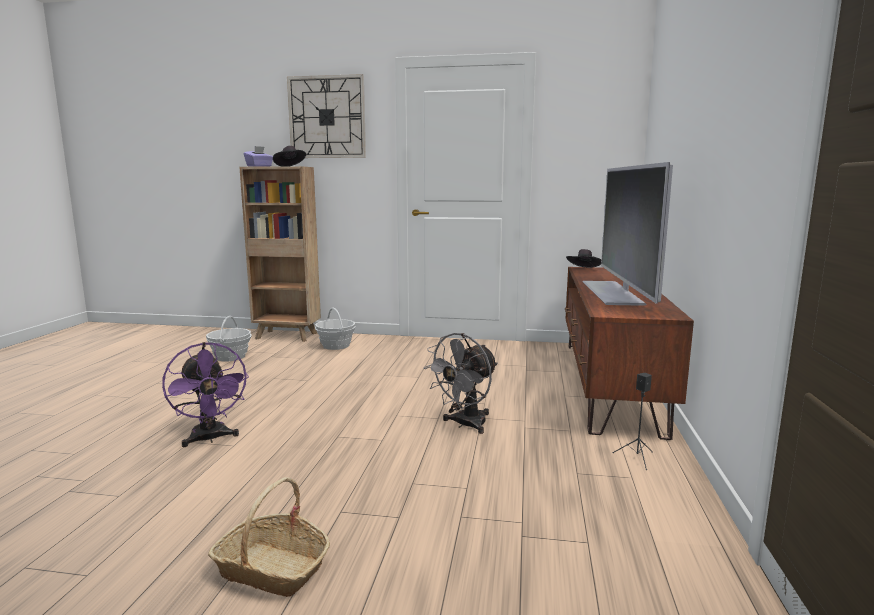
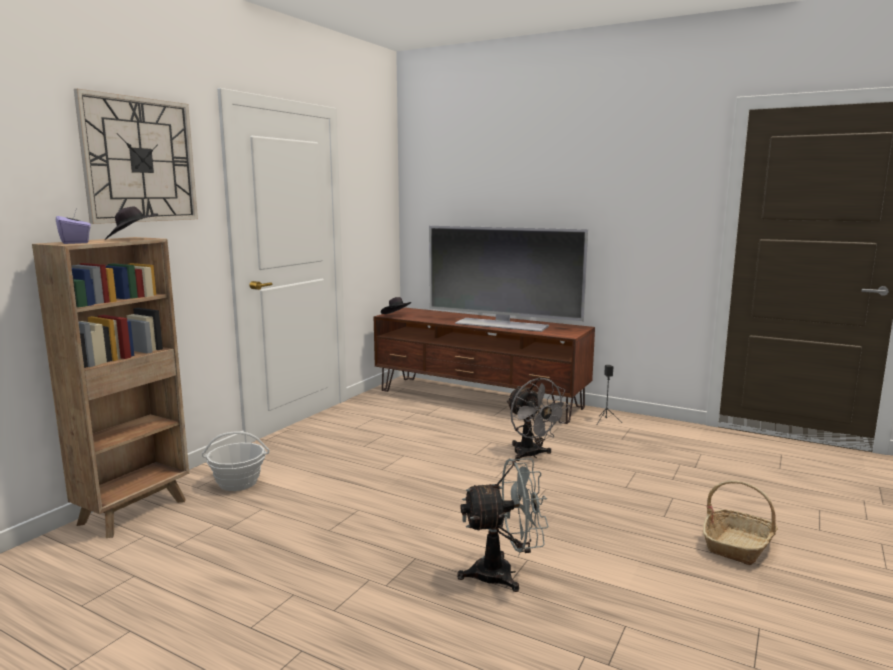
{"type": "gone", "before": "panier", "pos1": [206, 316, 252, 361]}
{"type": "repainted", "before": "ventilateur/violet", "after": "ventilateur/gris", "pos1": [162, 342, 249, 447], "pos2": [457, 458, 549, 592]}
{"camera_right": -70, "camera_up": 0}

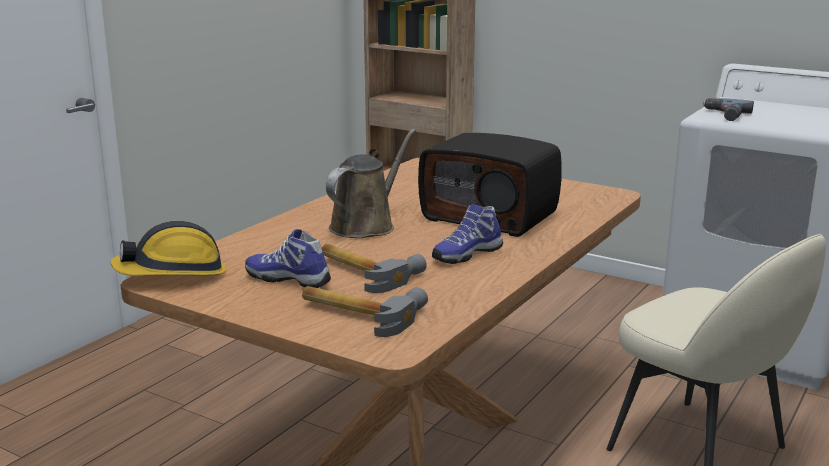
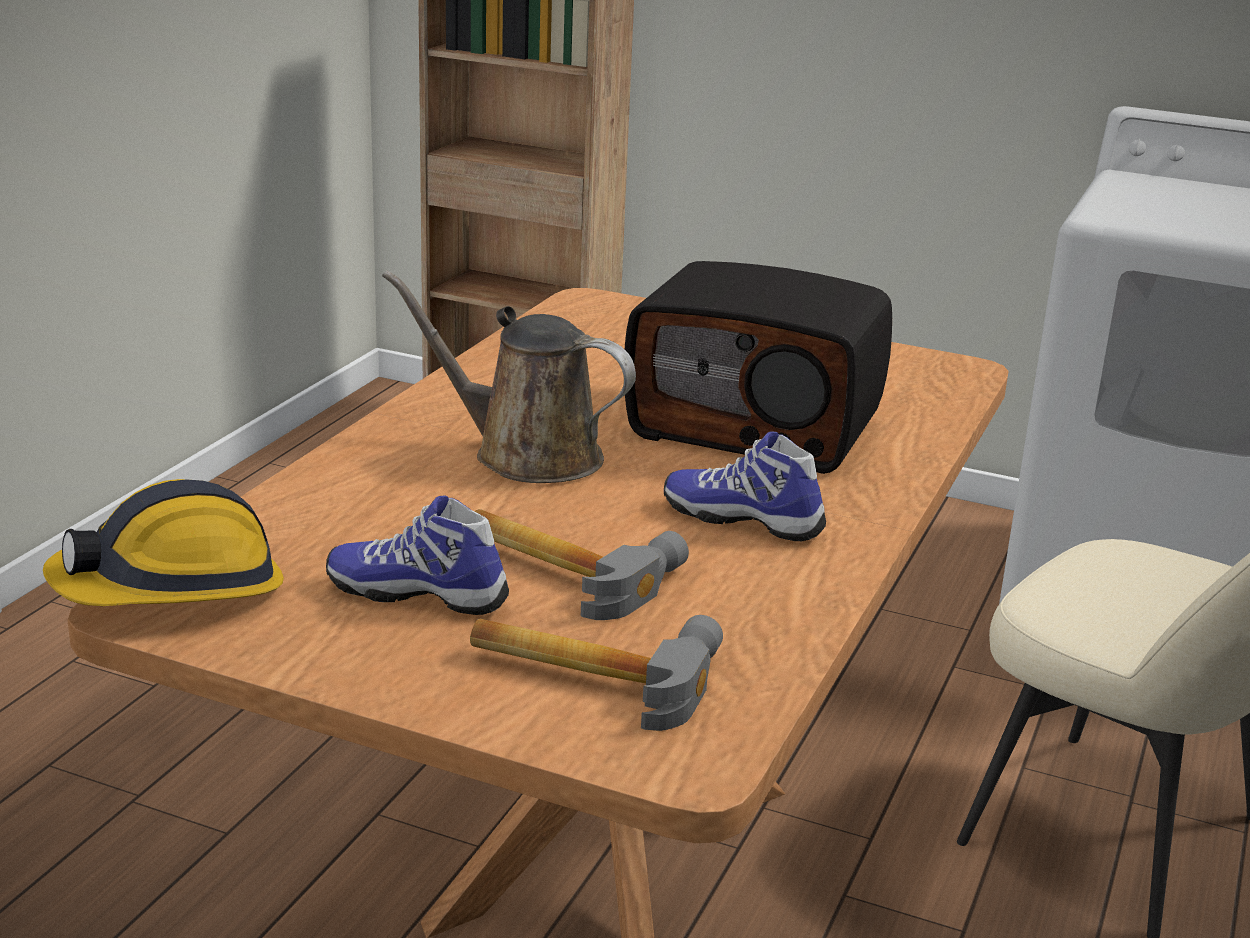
{"type": "gone", "before": "perceuse", "pos1": [702, 98, 754, 121]}
{"type": "rotated", "before": "arrosoir/marron", "pos1": [326, 129, 416, 238], "pos2": [382, 270, 636, 483], "turn": -90}
{"type": "rotated", "before": "chaussure", "pos1": [432, 204, 503, 264], "pos2": [664, 431, 826, 541], "turn": 75}
{"camera_right": -10, "camera_up": 5}

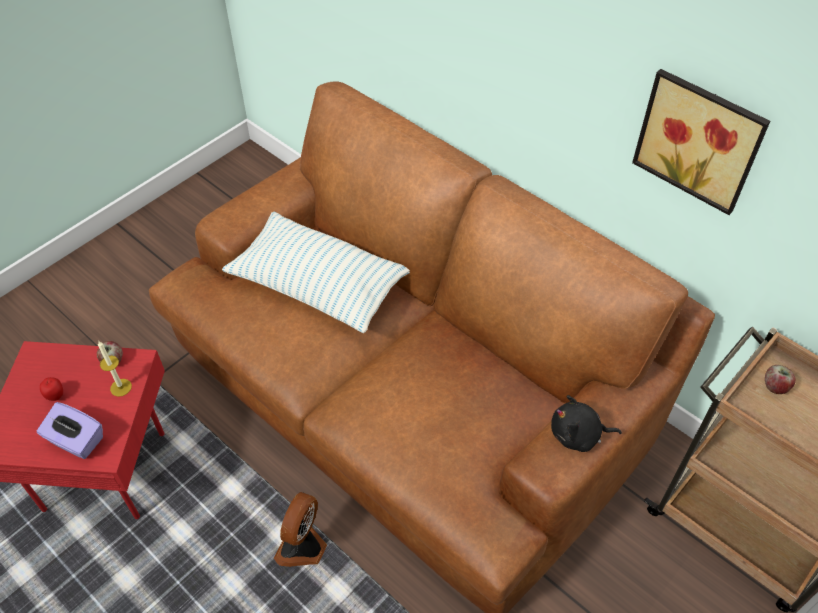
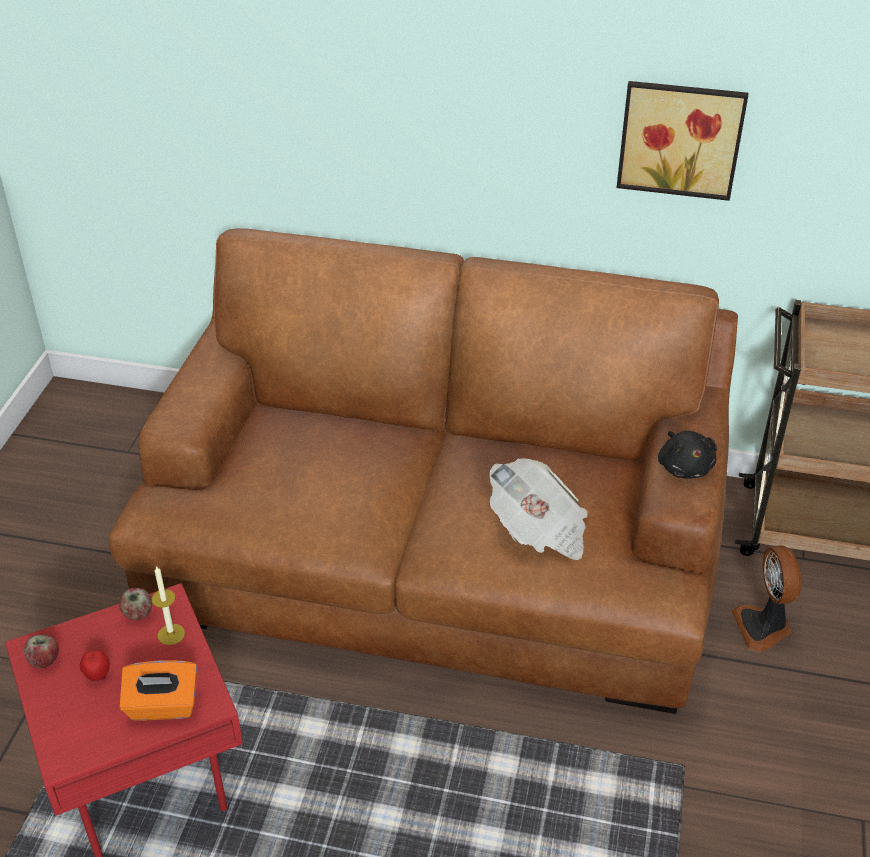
{"type": "gone", "before": "coussin", "pos1": [222, 212, 410, 333]}
{"type": "new", "after": "journal", "pos2": [489, 458, 587, 560]}
{"type": "shifted", "before": "ventilateur", "pos1": [274, 492, 327, 567], "pos2": [731, 545, 801, 652]}
{"type": "shifted", "before": "pomme", "pos1": [765, 365, 796, 394], "pos2": [24, 634, 59, 668]}
{"type": "repainted", "before": "boîte à mouchoirs/violet", "after": "boîte à mouchoirs/orange", "pos1": [37, 402, 103, 459], "pos2": [120, 660, 198, 721]}
{"type": "rotated", "before": "peluche/noir", "pos1": [551, 395, 622, 452], "pos2": [658, 431, 717, 479], "turn": -75}
{"camera_right": -30, "camera_up": -10}

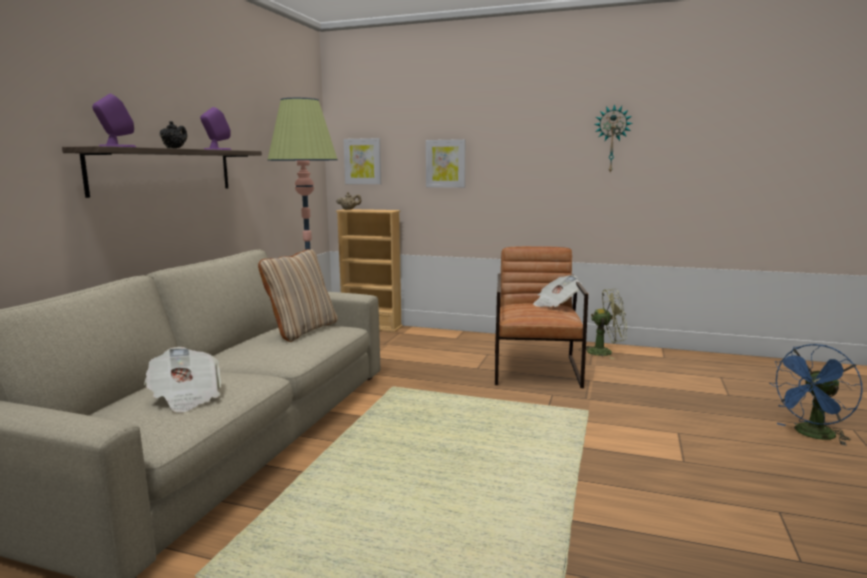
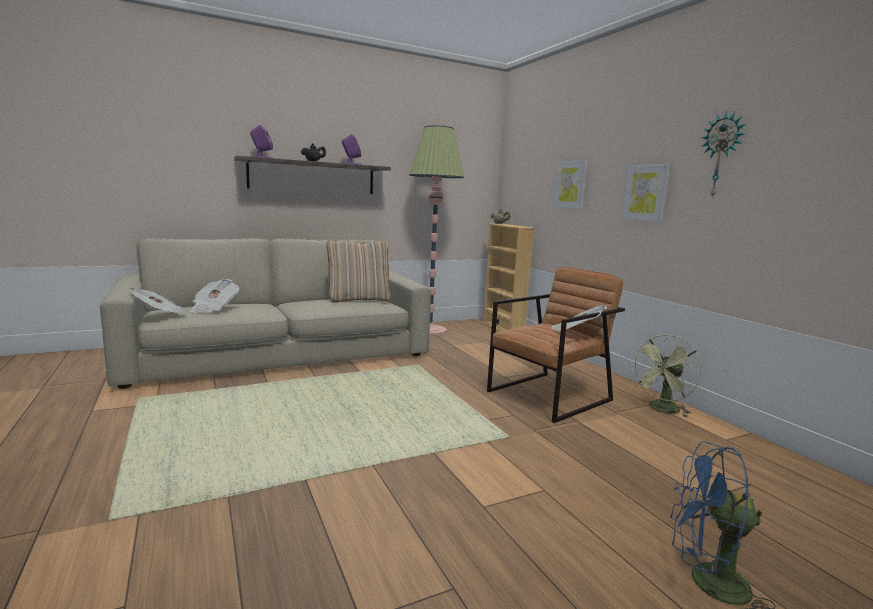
{"type": "new", "after": "journal", "pos2": [129, 287, 186, 315]}
{"type": "shifted", "before": "tableau", "pos1": [343, 138, 381, 184], "pos2": [622, 164, 670, 222]}
{"type": "rotated", "before": "ventilateur/vert", "pos1": [581, 289, 627, 359], "pos2": [630, 335, 702, 418], "turn": 90}
{"camera_right": 45, "camera_up": 0}

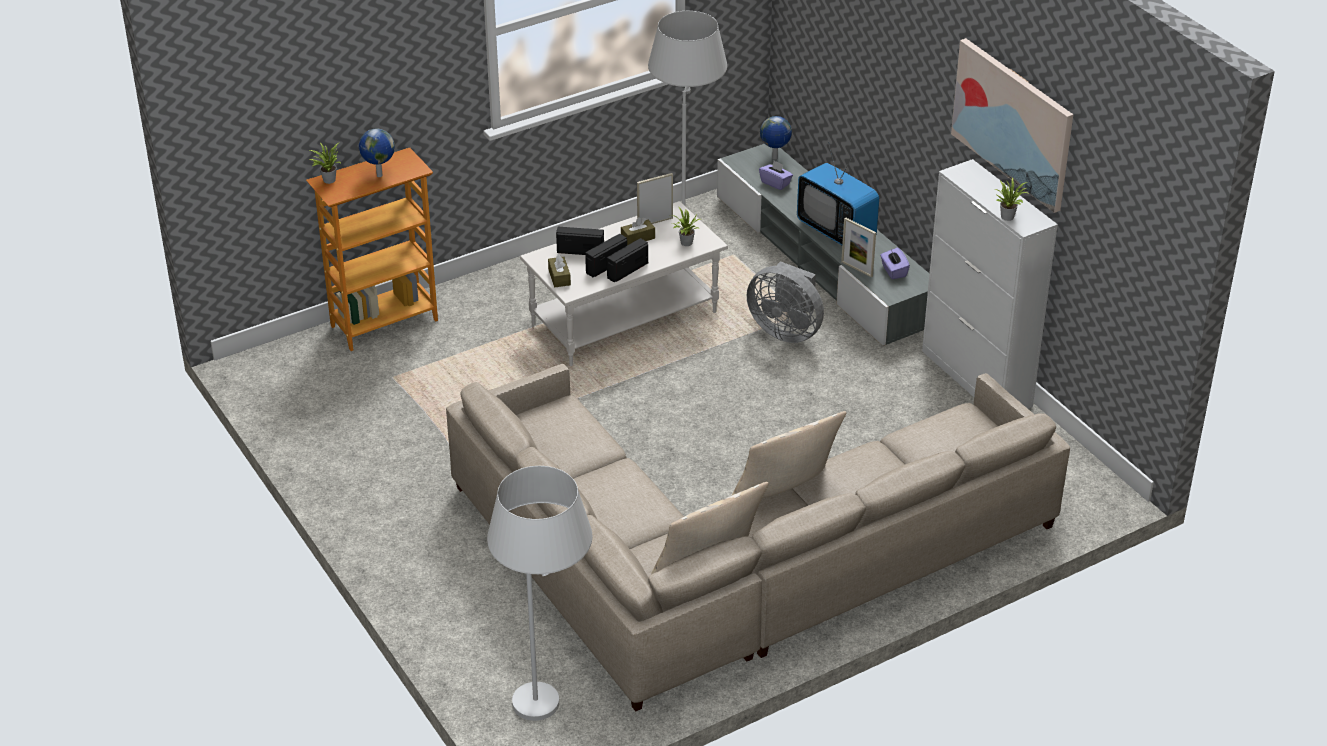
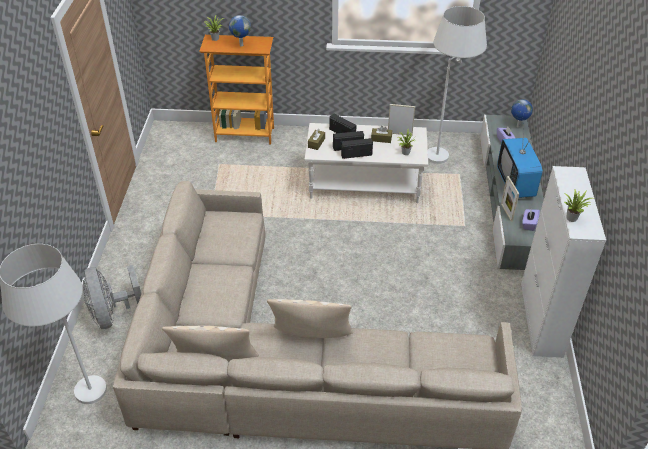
{"type": "gone", "before": "tableau", "pos1": [951, 38, 1073, 213]}
{"type": "shifted", "before": "ventilateur/gris", "pos1": [747, 261, 824, 343], "pos2": [83, 265, 141, 329]}
{"camera_right": 35, "camera_up": 5}

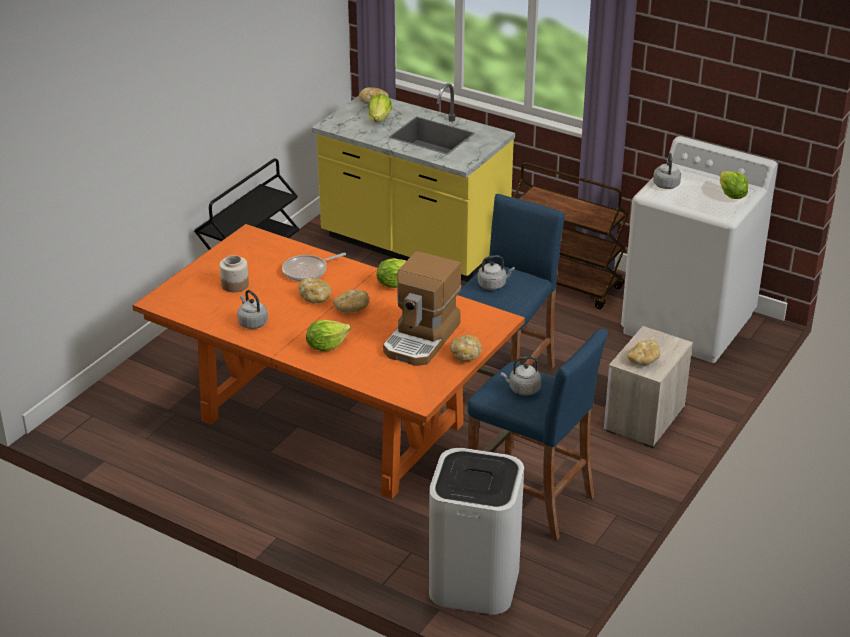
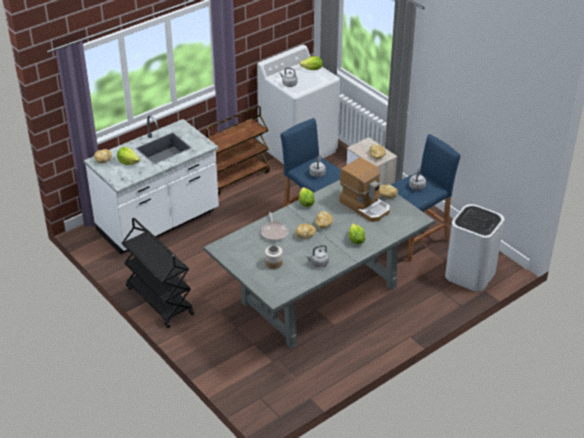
{"type": "repainted", "before": "table à manger/orange", "after": "table à manger/gris", "pos1": [132, 224, 525, 499], "pos2": [203, 180, 435, 348]}
{"type": "repainted", "before": "comptoir de cuisine/jaune", "after": "comptoir de cuisine/blanc", "pos1": [312, 83, 515, 282], "pos2": [84, 115, 219, 255]}
{"camera_right": -70, "camera_up": 5}

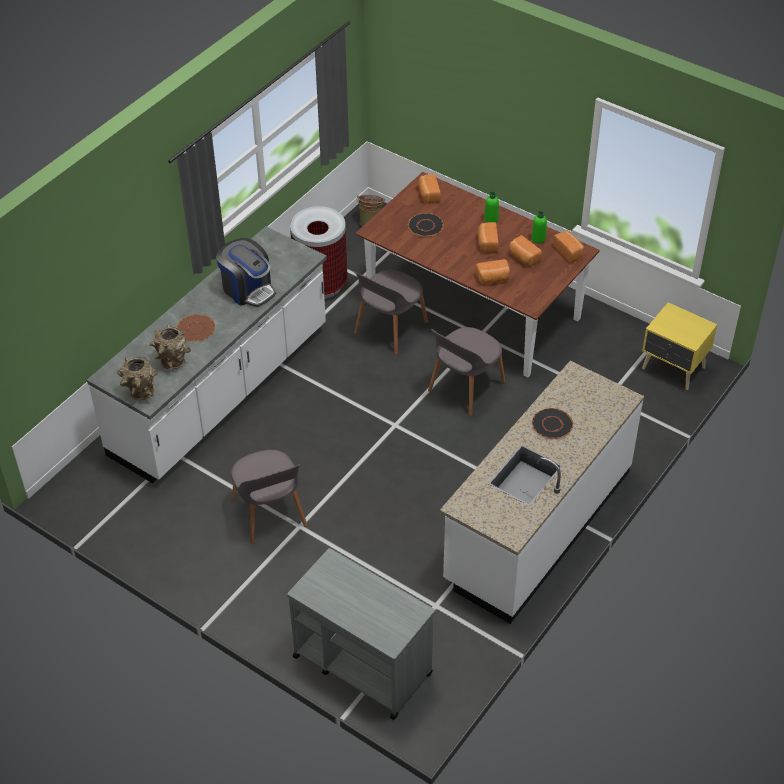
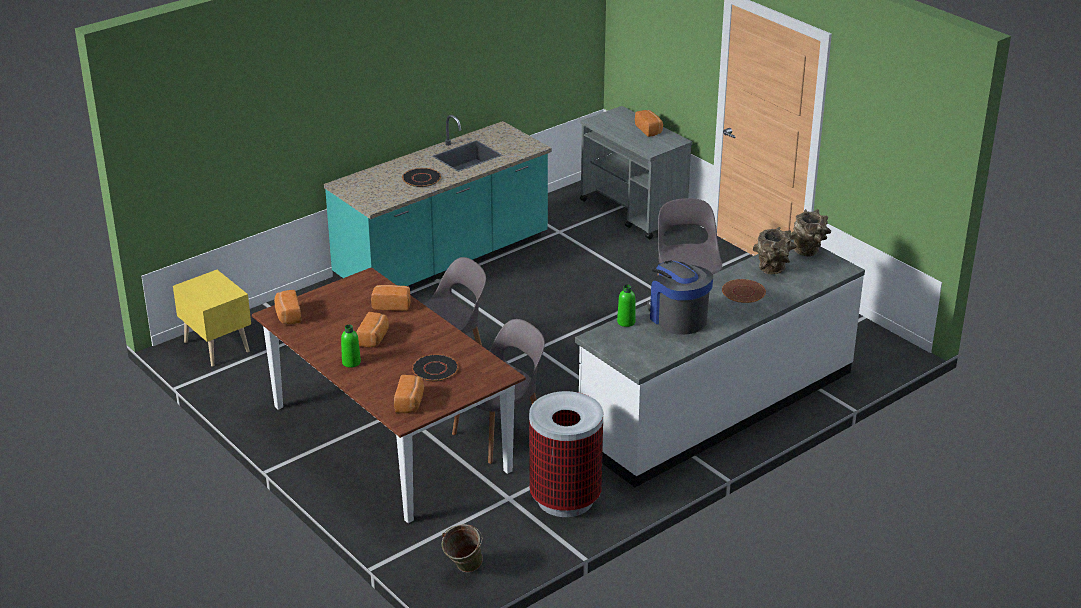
{"type": "shifted", "before": "pain", "pos1": [509, 235, 542, 266], "pos2": [635, 110, 663, 137]}
{"type": "shifted", "before": "bouteille/vert", "pos1": [531, 211, 547, 244], "pos2": [617, 284, 636, 327]}
{"type": "repainted", "before": "comptoir de cuisine/blanc", "after": "comptoir de cuisine/turquoise", "pos1": [440, 361, 644, 624], "pos2": [324, 115, 552, 290]}
{"camera_right": -165, "camera_up": -15}

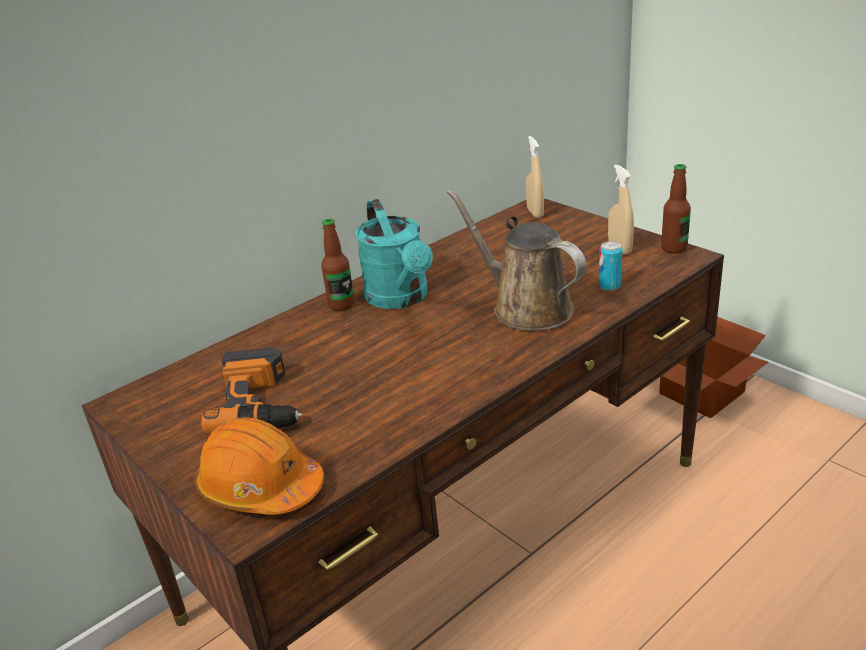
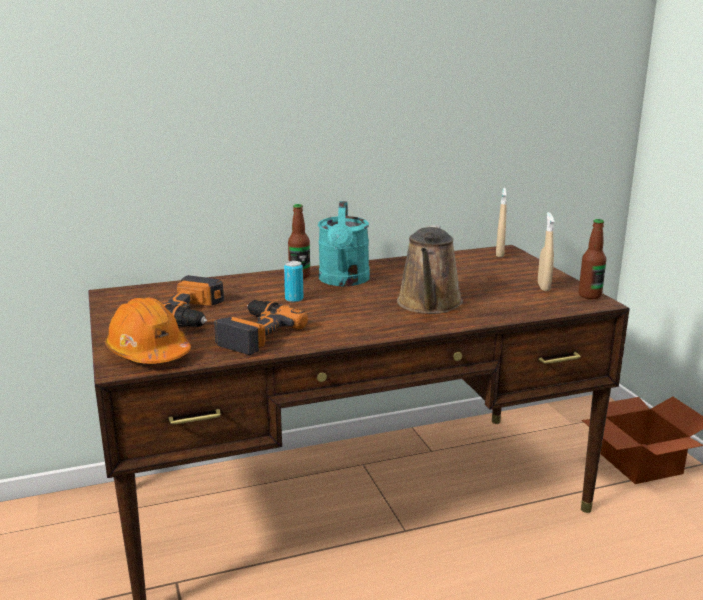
{"type": "new", "after": "perceuse", "pos2": [214, 300, 308, 355]}
{"type": "shifted", "before": "boîte métallique", "pos1": [599, 241, 622, 291], "pos2": [284, 261, 304, 302]}
{"type": "rotated", "before": "arrosoir/marron", "pos1": [447, 189, 587, 331], "pos2": [397, 225, 463, 314], "turn": -150}
{"camera_right": 20, "camera_up": -10}

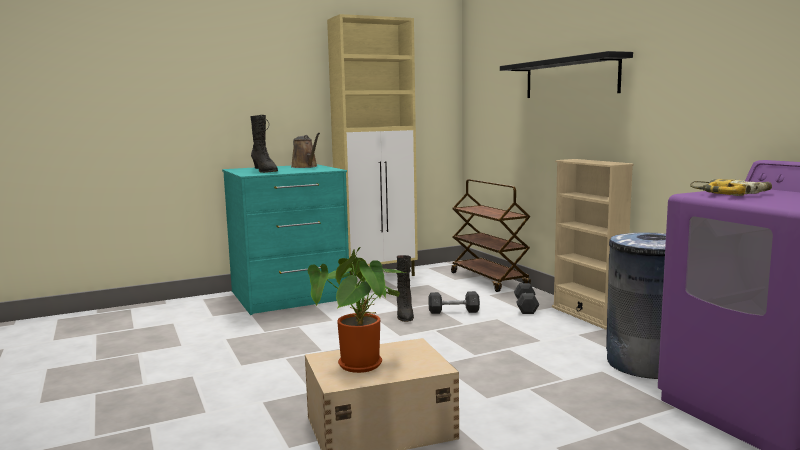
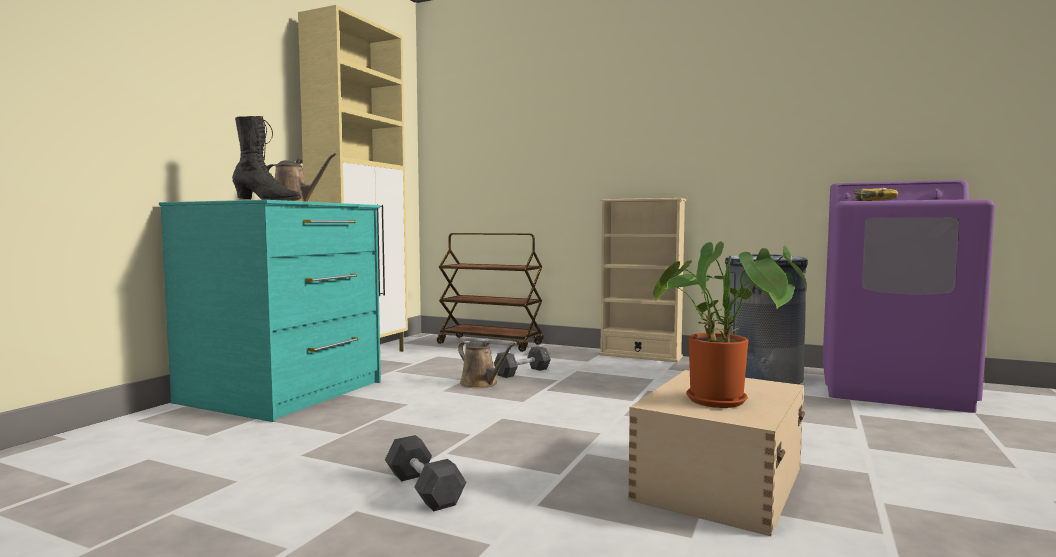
{"type": "gone", "before": "étagère/noir", "pos1": [500, 51, 633, 98]}
{"type": "shifted", "before": "haltère/gris", "pos1": [514, 283, 539, 314], "pos2": [385, 435, 466, 512]}
{"type": "swapped", "before": "botte/noir", "after": "arrosoir/marron", "pos1": [396, 255, 414, 322], "pos2": [458, 340, 516, 388]}
{"camera_right": -40, "camera_up": -5}

